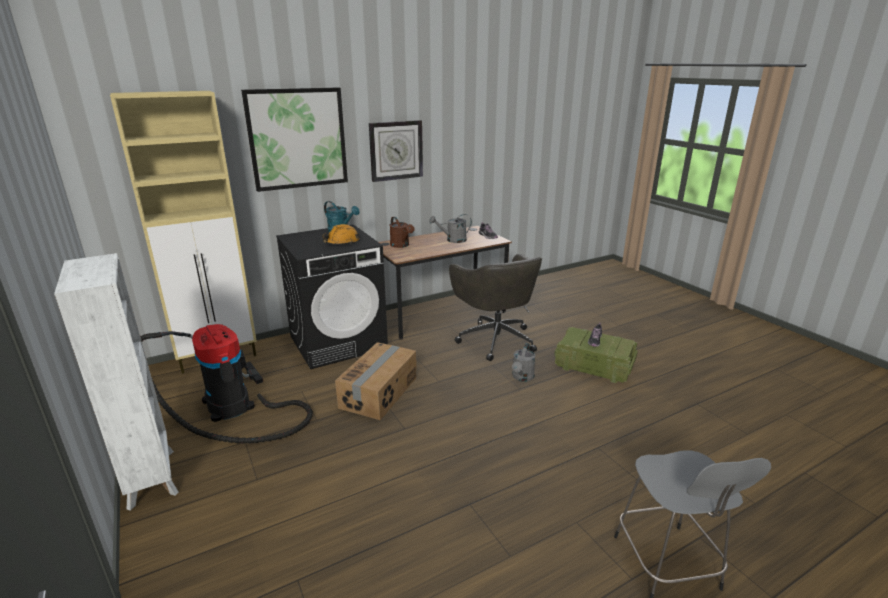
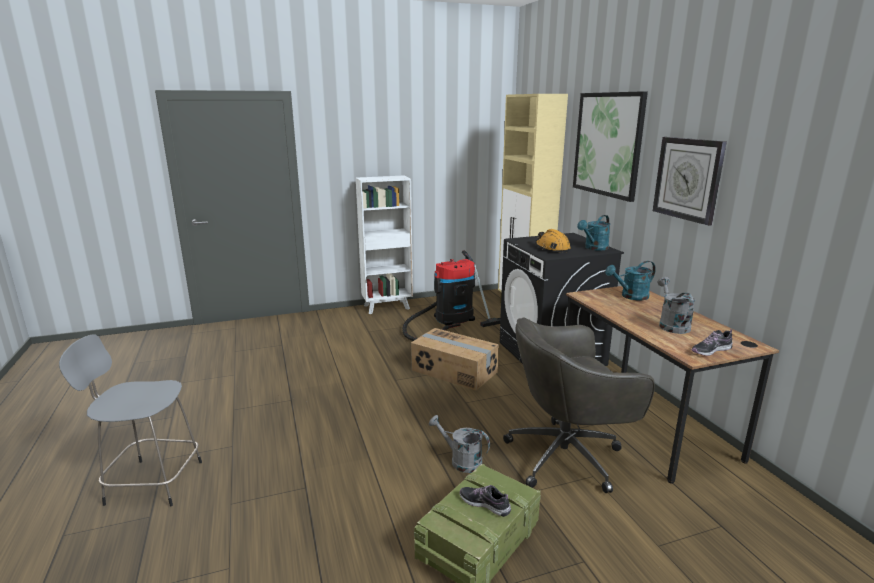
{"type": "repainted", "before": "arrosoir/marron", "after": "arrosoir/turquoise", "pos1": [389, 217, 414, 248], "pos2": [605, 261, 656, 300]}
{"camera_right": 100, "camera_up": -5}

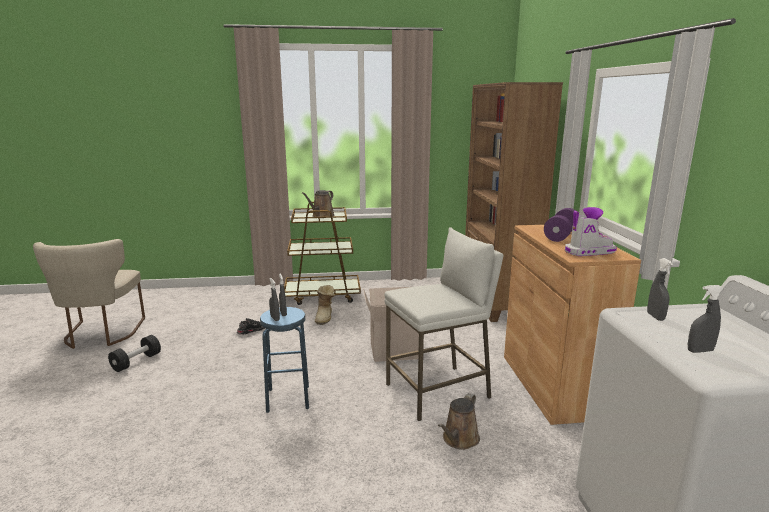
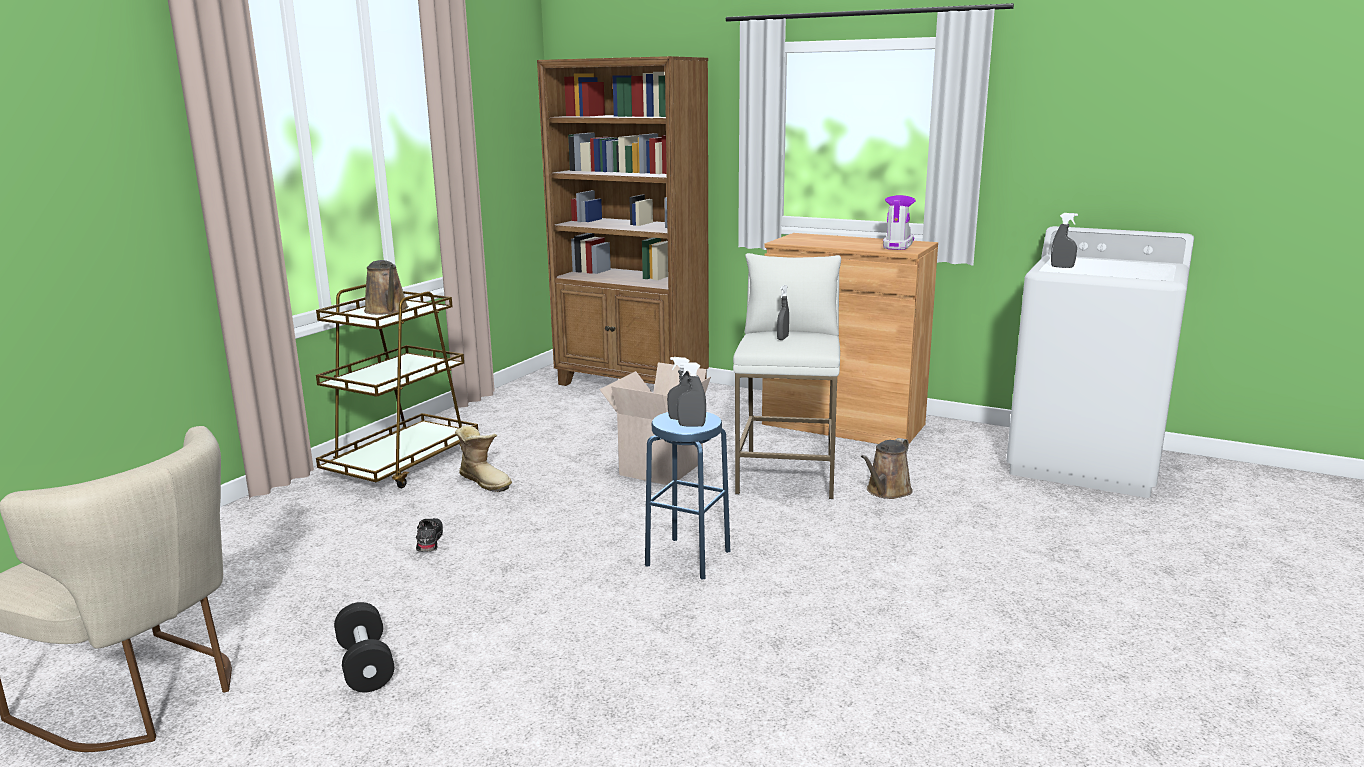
{"type": "gone", "before": "haltère/violet", "pos1": [544, 208, 576, 242]}
{"type": "shifted", "before": "vaporisateur/gris", "pos1": [688, 285, 723, 353], "pos2": [777, 285, 789, 340]}
{"type": "rotated", "before": "arrosoir/marron", "pos1": [438, 393, 480, 450], "pos2": [861, 438, 913, 499], "turn": 60}
{"camera_right": -55, "camera_up": 0}

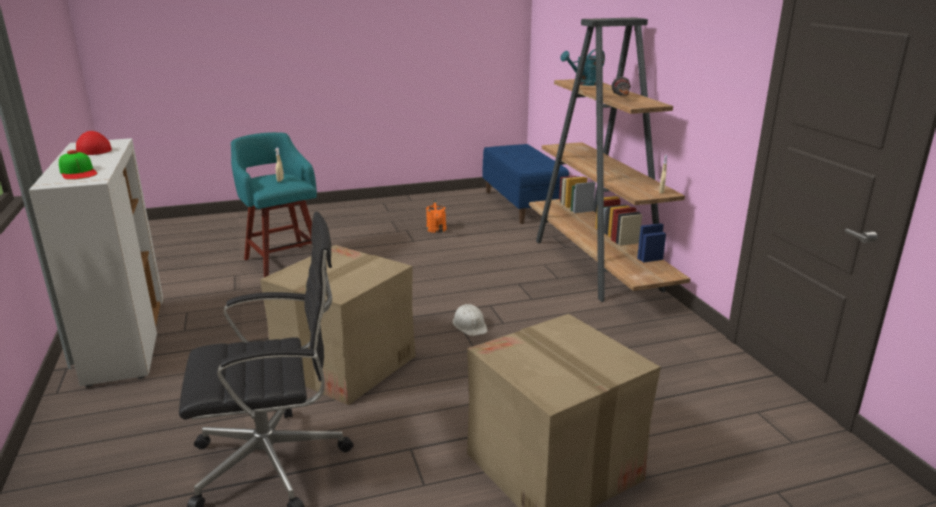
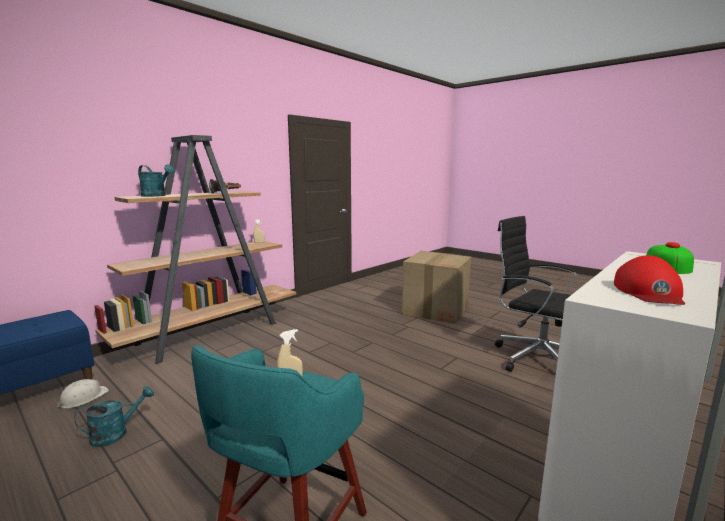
{"type": "gone", "before": "carton", "pos1": [260, 245, 416, 405]}
{"type": "shifted", "before": "casque de chantier/blanc", "pos1": [452, 304, 487, 336], "pos2": [56, 379, 109, 408]}
{"type": "repainted", "before": "arrosoir/orange", "after": "arrosoir/turquoise", "pos1": [426, 199, 446, 233], "pos2": [75, 386, 154, 447]}
{"camera_right": -120, "camera_up": -10}

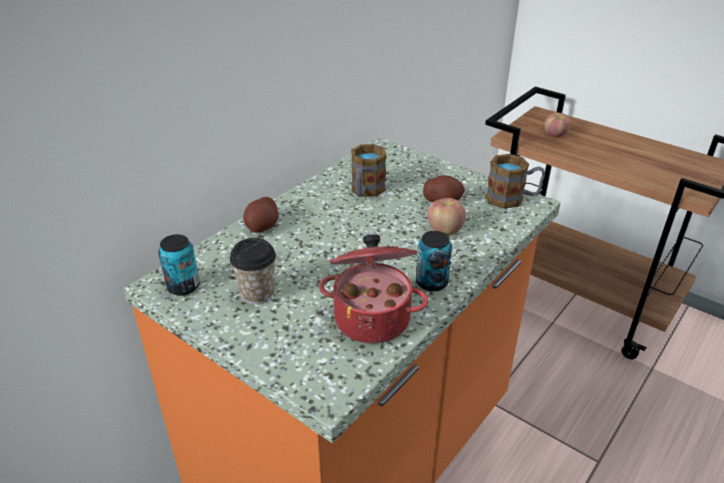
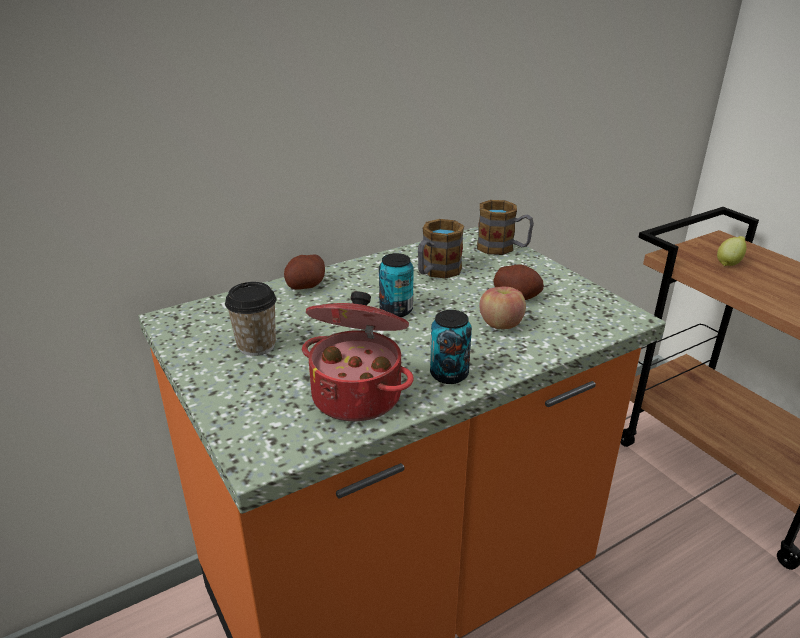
{"type": "shifted", "before": "boîte métallique", "pos1": [158, 234, 200, 296], "pos2": [379, 253, 414, 317]}
{"type": "shifted", "before": "mug", "pos1": [486, 154, 545, 209], "pos2": [477, 200, 534, 255]}
{"type": "swapped", "before": "pomme", "after": "citron", "pos1": [544, 112, 571, 137], "pos2": [717, 236, 747, 266]}
{"camera_right": 20, "camera_up": -5}

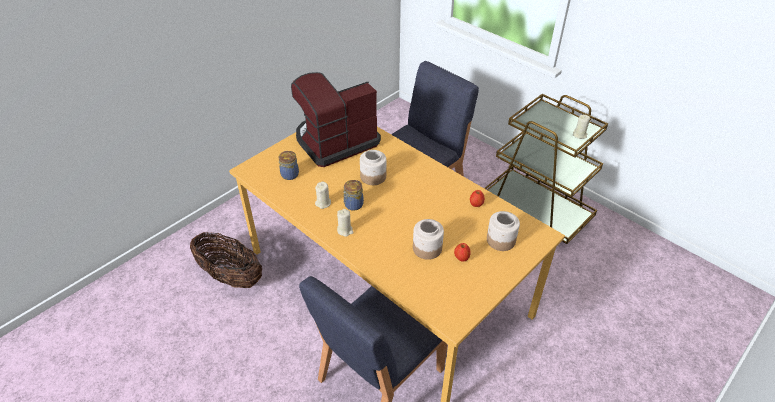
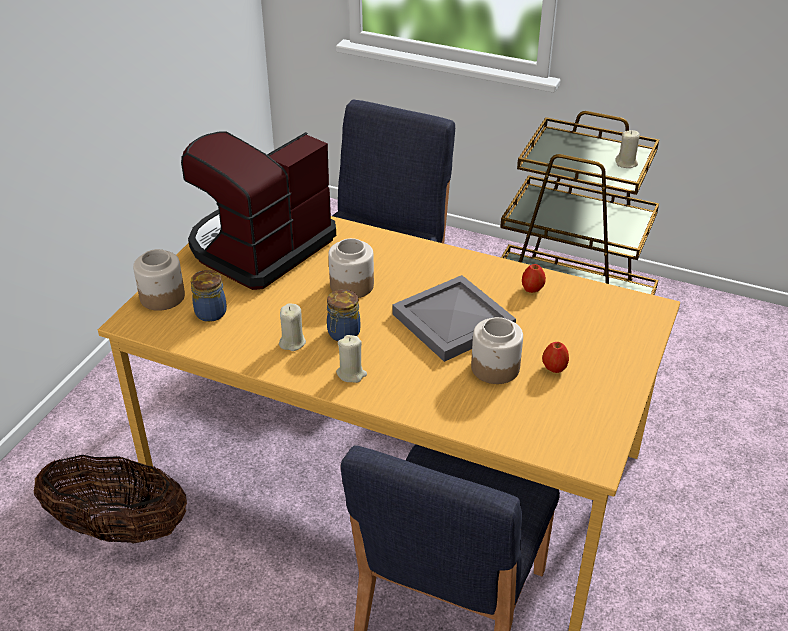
{"type": "new", "after": "plateau/gris", "pos2": [392, 275, 516, 362]}
{"type": "shifted", "before": "bocal", "pos1": [487, 211, 520, 251], "pos2": [133, 249, 185, 311]}
{"camera_right": -20, "camera_up": -5}

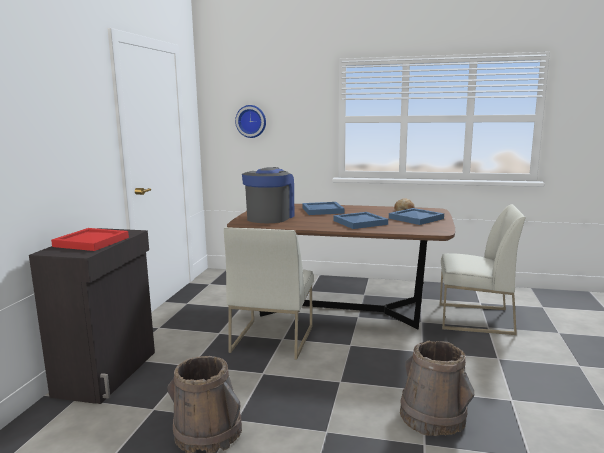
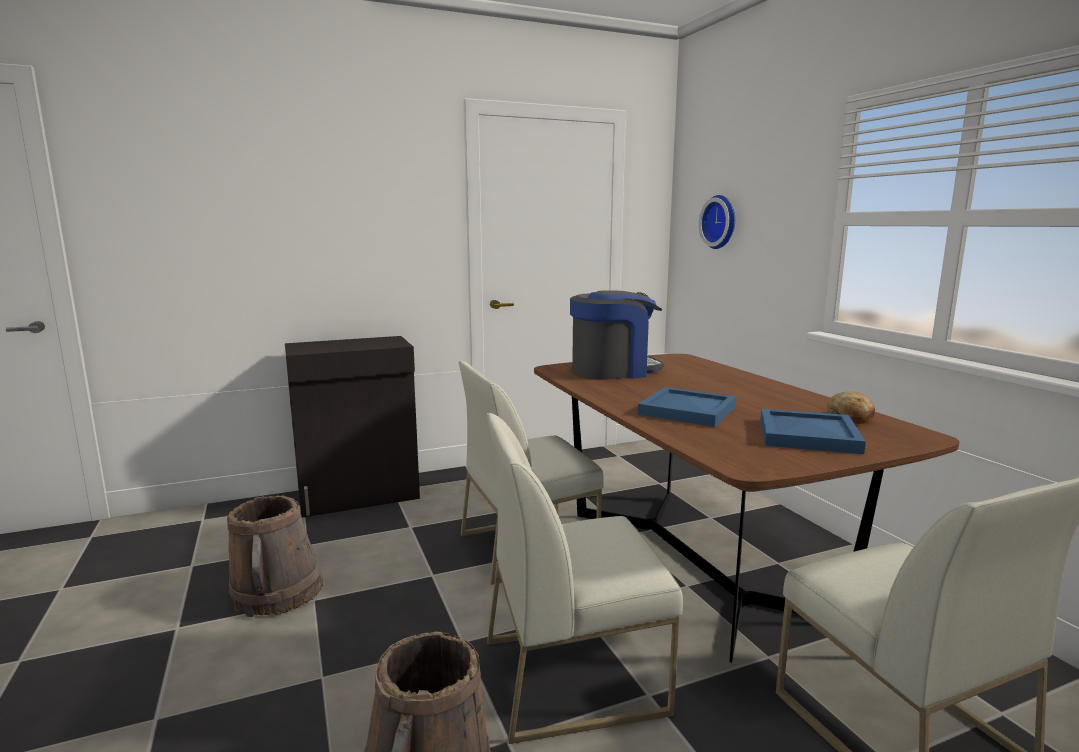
{"type": "gone", "before": "plateau/rouge", "pos1": [51, 228, 129, 251]}
{"type": "gone", "before": "plateau/bleu", "pos1": [303, 202, 345, 215]}
{"type": "new", "after": "chaise/blanc", "pos2": [487, 413, 683, 744]}
{"camera_right": 55, "camera_up": 0}

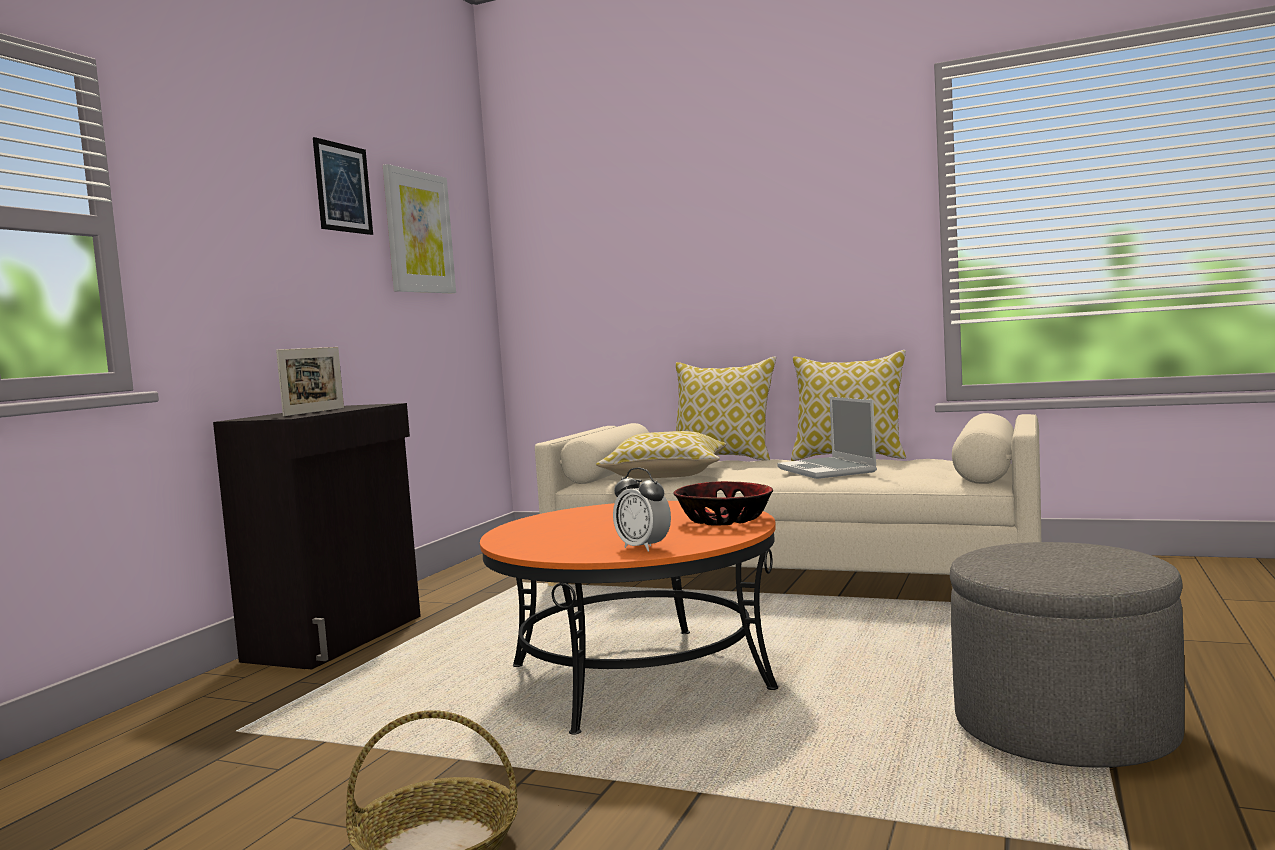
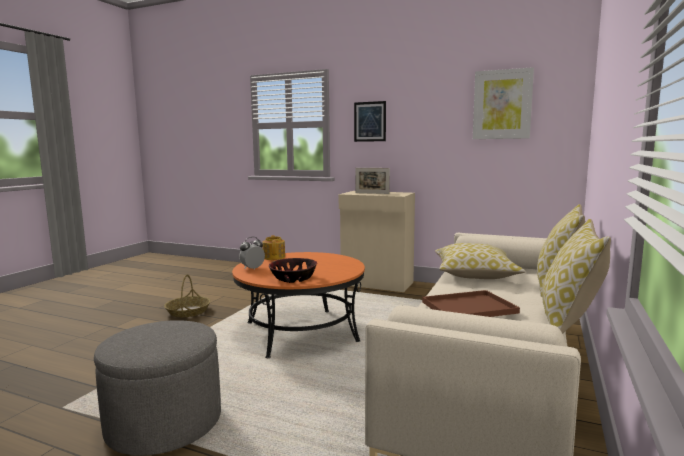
{"type": "new", "after": "théière", "pos2": [262, 235, 285, 260]}
{"type": "shifted", "before": "tableau", "pos1": [313, 137, 373, 235], "pos2": [354, 101, 386, 142]}
{"type": "swapped", "before": "ordinateur portable", "after": "plateau/marron", "pos1": [777, 397, 877, 479], "pos2": [422, 290, 520, 317]}
{"type": "repainted", "before": "meuble de rangement/noir", "after": "meuble de rangement/beige", "pos1": [213, 403, 421, 670], "pos2": [339, 191, 415, 292]}
{"camera_right": 90, "camera_up": 5}

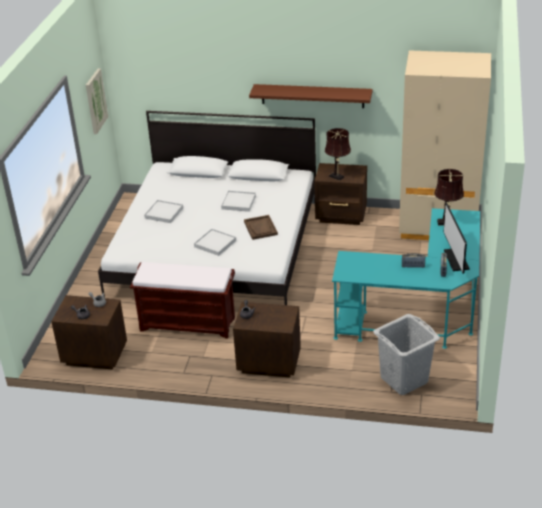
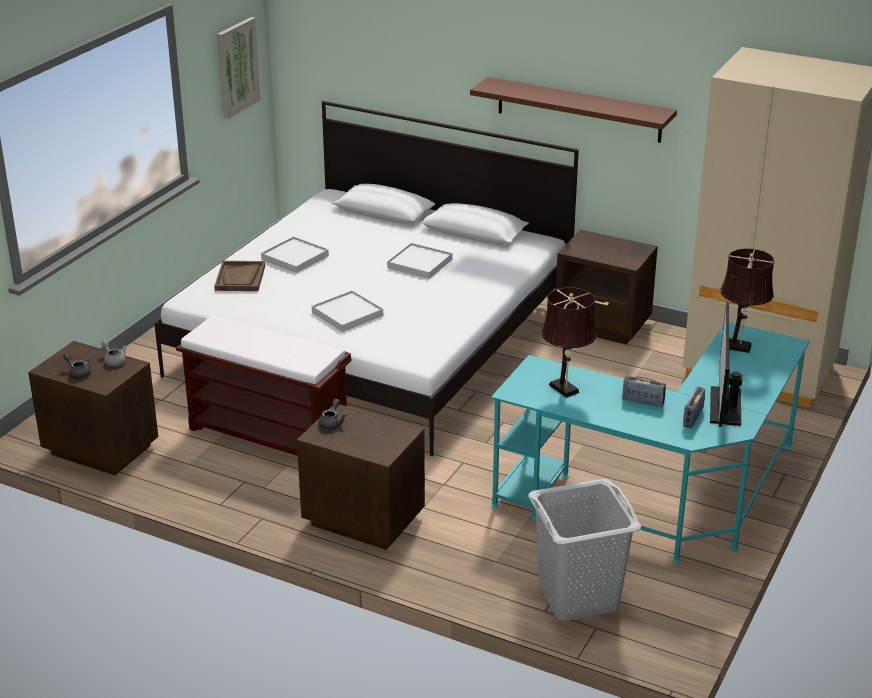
{"type": "shifted", "before": "plateau/marron", "pos1": [244, 215, 278, 240], "pos2": [214, 261, 265, 291]}
{"type": "shifted", "before": "lampe de table/marron", "pos1": [325, 128, 351, 181], "pos2": [542, 287, 597, 398]}
{"camera_right": 15, "camera_up": -5}

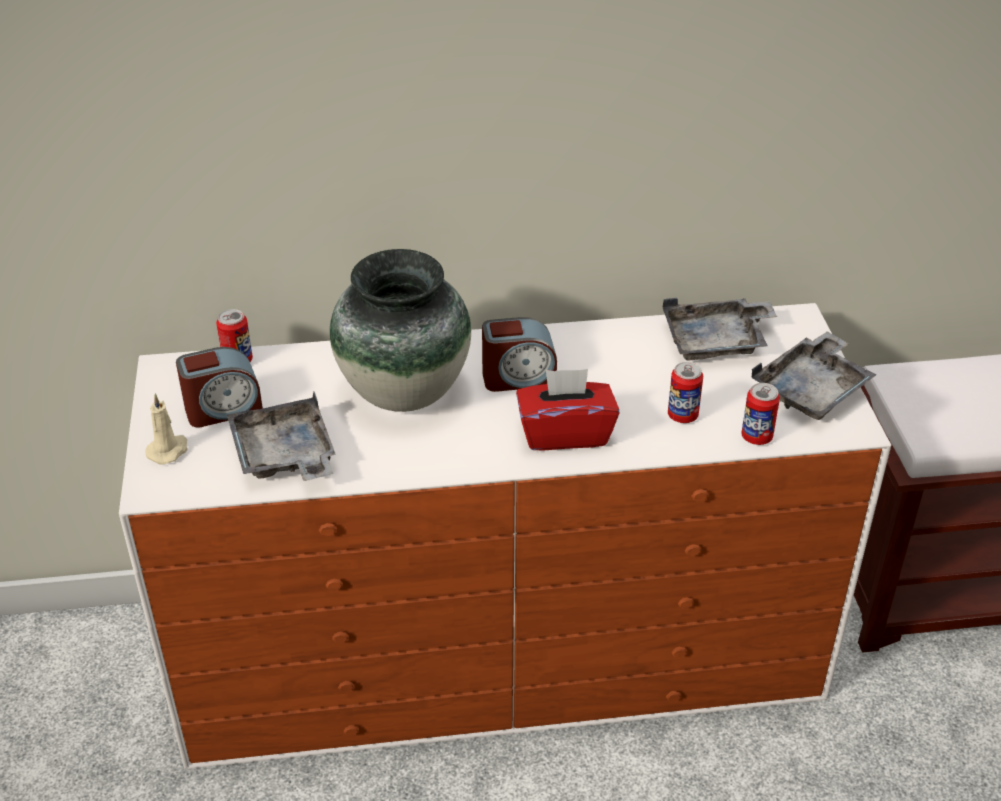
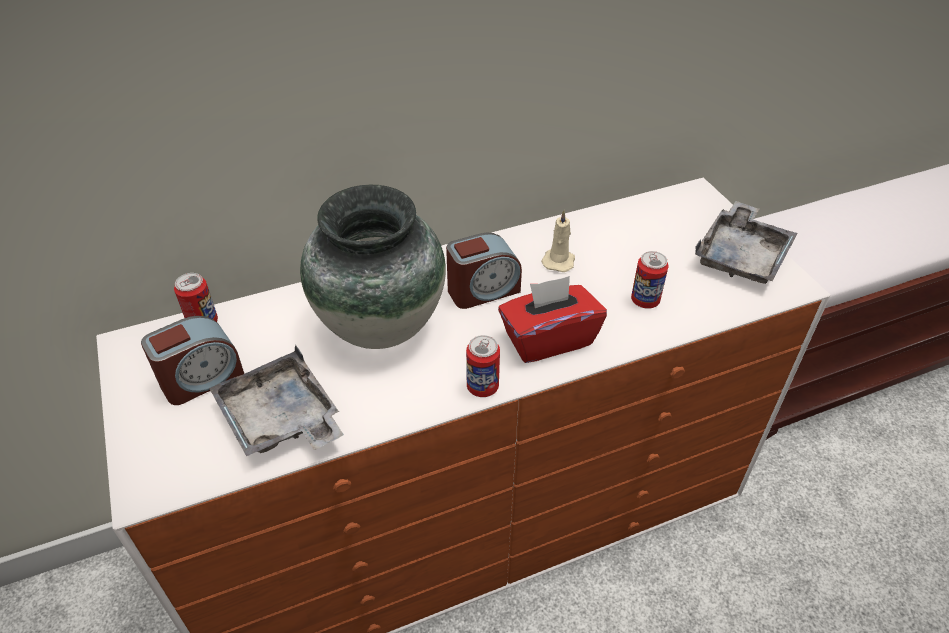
{"type": "gone", "before": "plateau/gris", "pos1": [662, 298, 777, 360]}
{"type": "shifted", "before": "bougie/beige", "pos1": [145, 394, 188, 465], "pos2": [541, 210, 575, 272]}
{"type": "shifted", "before": "boîte métallique", "pos1": [741, 383, 780, 445], "pos2": [466, 335, 500, 397]}
{"camera_right": -15, "camera_up": 5}

